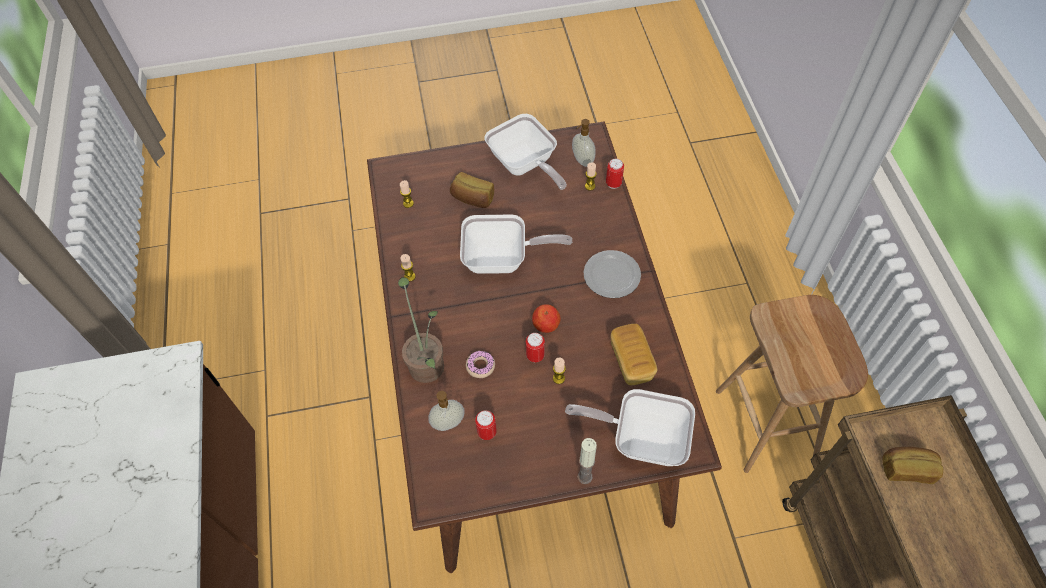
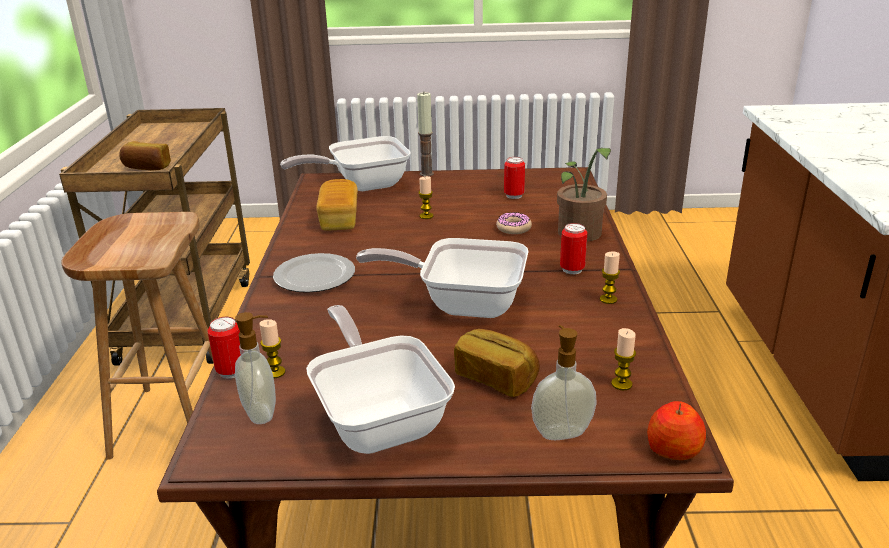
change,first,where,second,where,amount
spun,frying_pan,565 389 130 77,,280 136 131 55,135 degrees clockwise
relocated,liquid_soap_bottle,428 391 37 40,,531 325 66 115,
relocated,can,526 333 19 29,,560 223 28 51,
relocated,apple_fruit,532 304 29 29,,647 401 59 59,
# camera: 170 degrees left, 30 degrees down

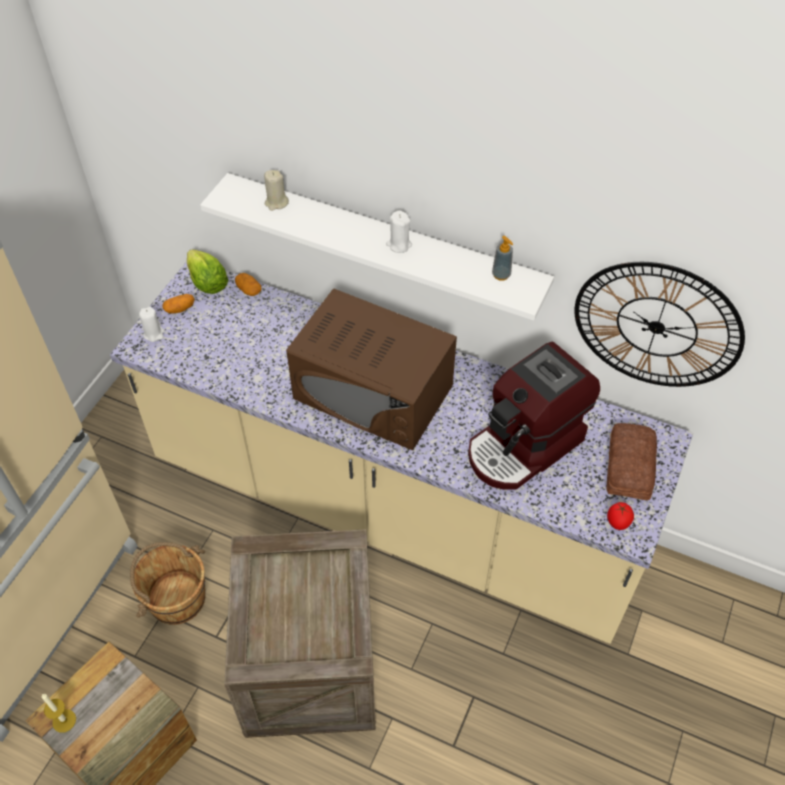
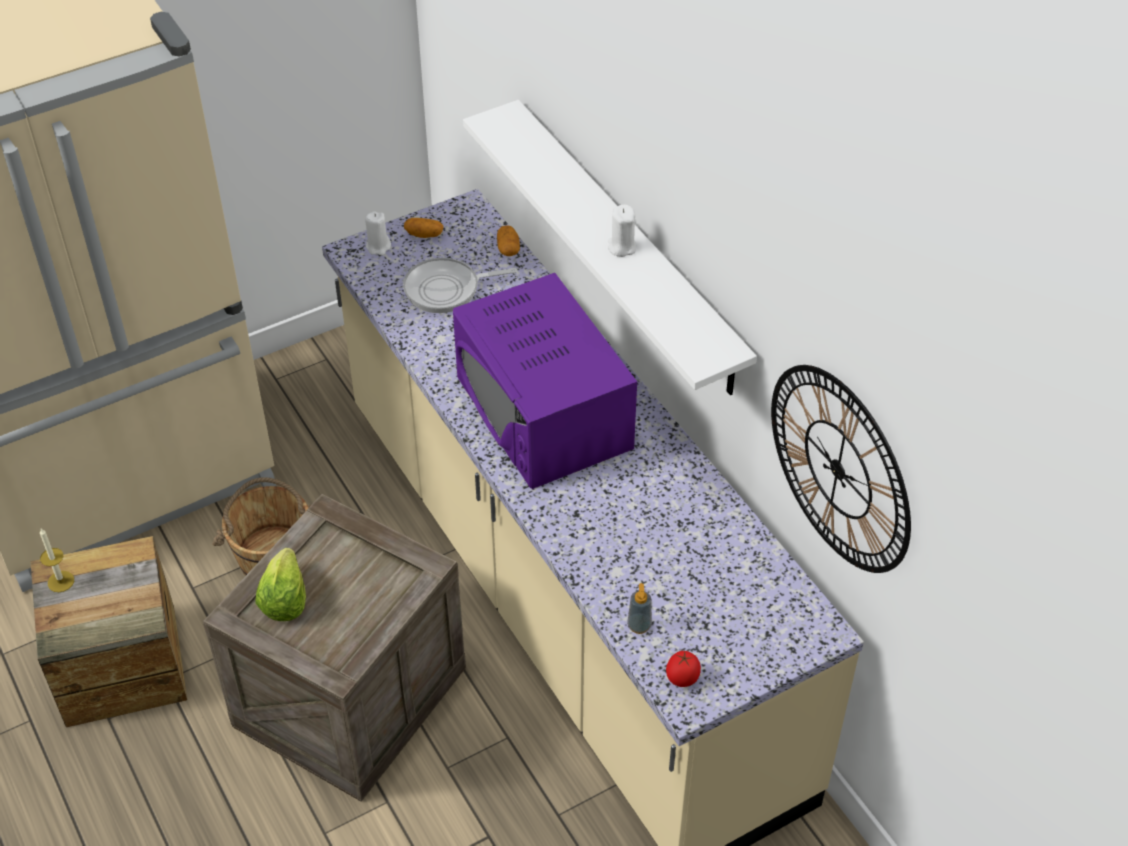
change,first,where,second,where,amount
relocated,lettuce_head,187 249 42 45,,255 548 51 73,
appeared,,,frying_pan,403 258 114 55,
colour,brownish_kitchen_microwave,286 288 171 162,purple_kitchen_microwave,453 273 184 216,
relocated,liquid_soap_bottle,492 236 21 45,,627 583 25 51,
missing,beige_wax_light,264 170 25 41,,,
missing,coffee_maker,468 341 132 149,,,
missing,bread,606 423 51 77,,,
# camera: 35 degrees right, 5 degrees down

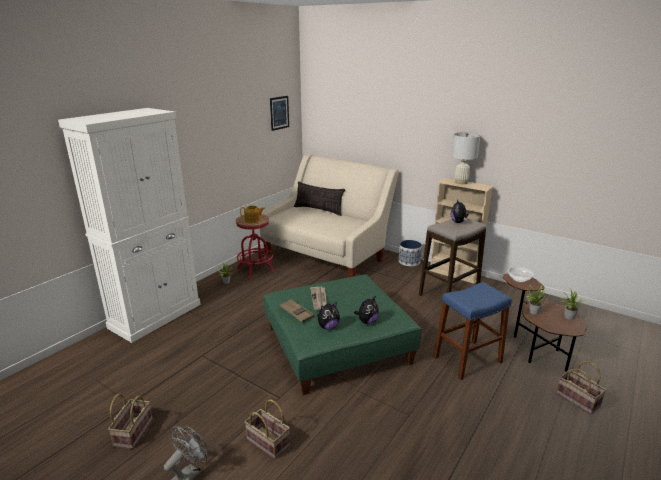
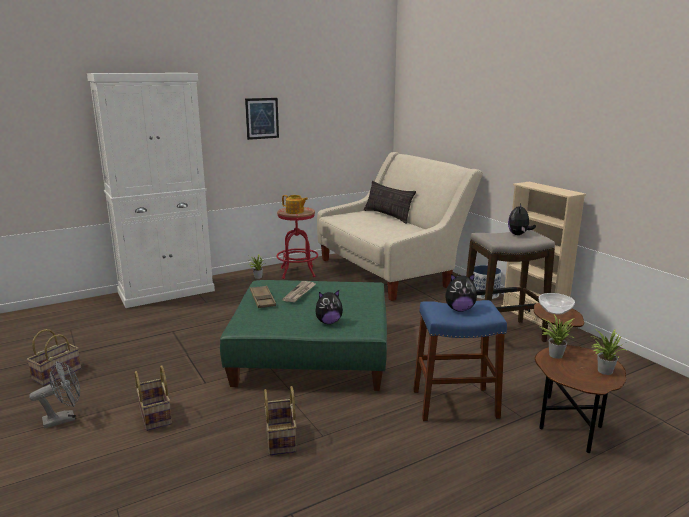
change,first,where,second,where,amount
relocated,picture,270 96 19 35,,245 98 34 42,
relocated,storage_basket,556 361 51 53,,264 386 32 69,
relocated,soft_toy,317 302 23 27,,445 274 32 38,
missing,whitish_tabletop_lamp,451 132 29 52,,,
# camera: 25 degrees right, 5 degrees down

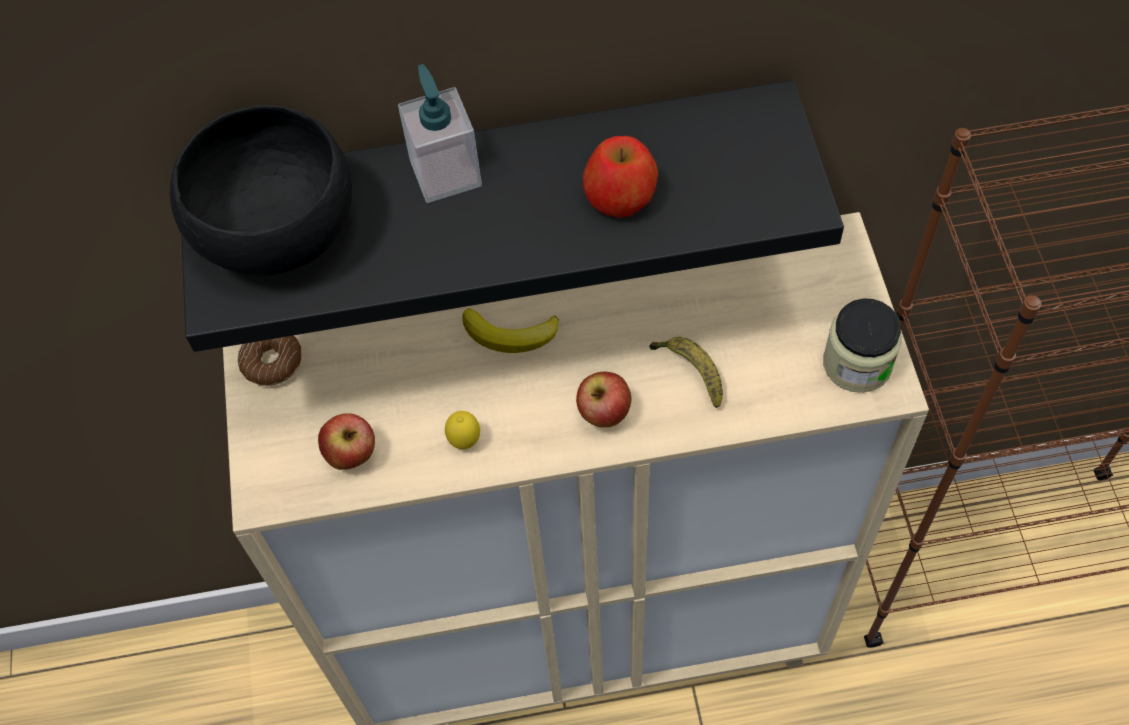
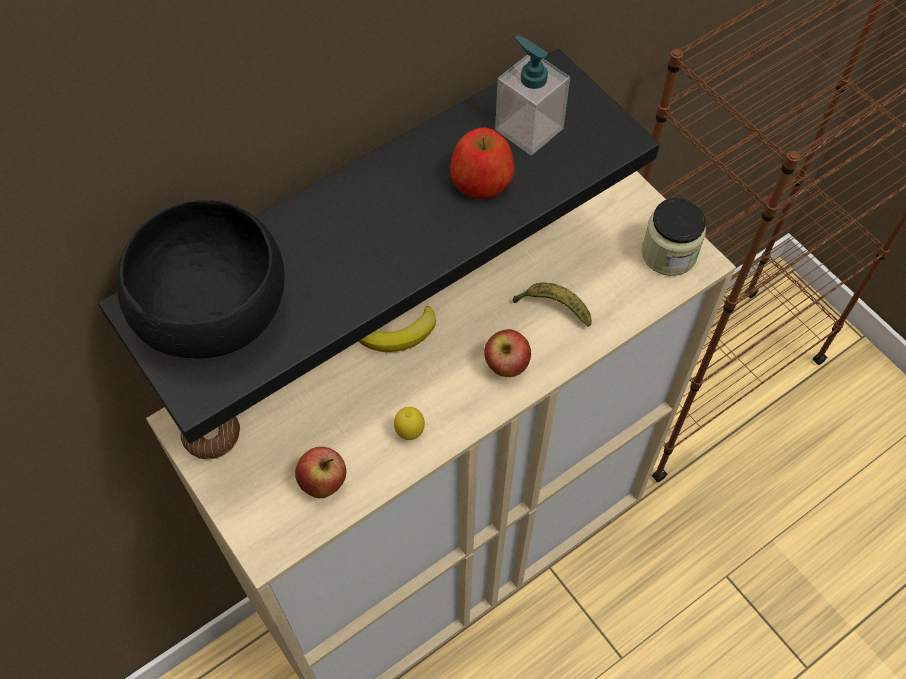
change,first,where,second,where,amount
relocated,liquid_soap_bottle,398 64 84 139,,495 35 75 120,
# camera: 30 degrees left, 0 degrees up

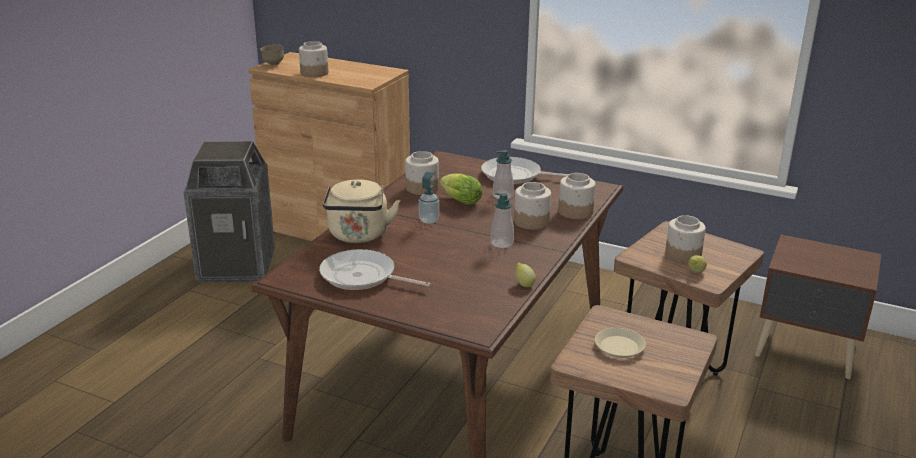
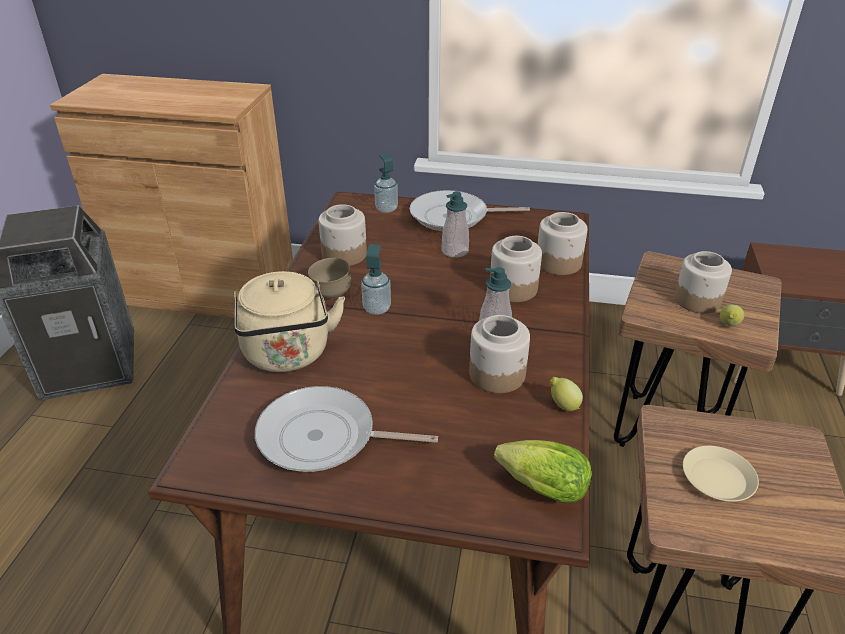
change,first,where,second,where,amount
relocated,brownish_serving_bowl,260 44 24 22,,308 258 43 41,
appeared,,,liquid_soap_bottle,374 152 24 61,
relocated,jar,299 41 29 36,,469 315 61 78,
relocated,lettuce_head,439 173 43 32,,494 440 98 63,
# camera: 15 degrees left, 10 degrees up

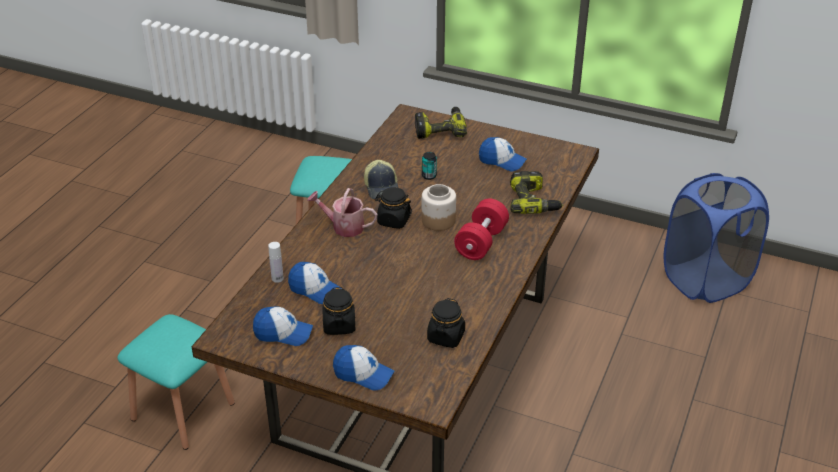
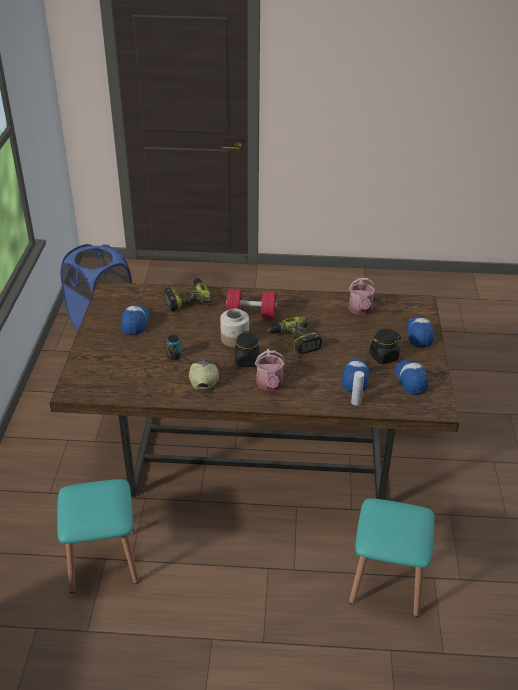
change,first,where,second,where,amount
spun,cap,364 160 34 39,,189 359 30 30,60 degrees counterclockwise
relocated,electric_drill,415 107 52 32,,268 316 54 38,
exchanged,blackish_jar,427 298 38 50,sprinkling_can,348 278 28 37,
# camera: 110 degrees left, 0 degrees up

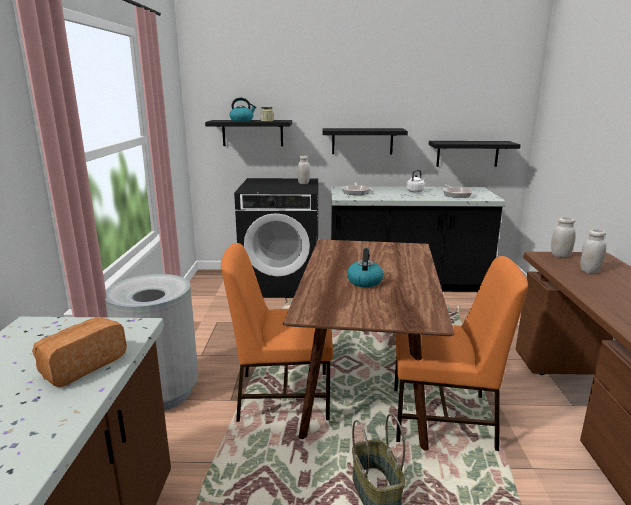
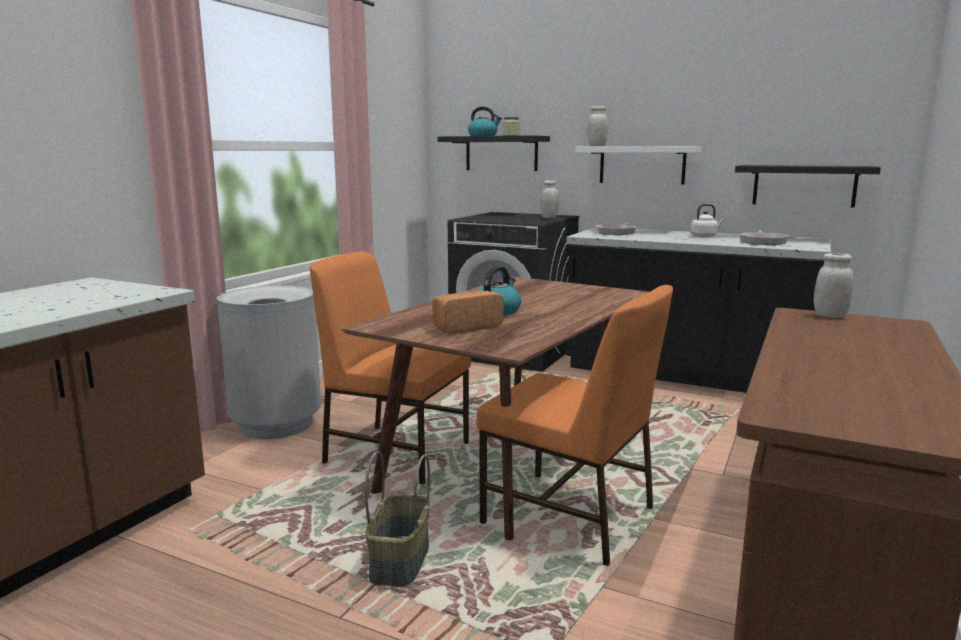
change,first,where,second,where,amount
relocated,bread,32 318 95 69,,431 291 73 43,
colour,blackish_wall_shelf,322 128 86 26,whitish_wall_shelf,575 146 127 39,
relocated,whitish_jar,580 229 26 44,,587 106 21 40,
# camera: 25 degrees right, 5 degrees down

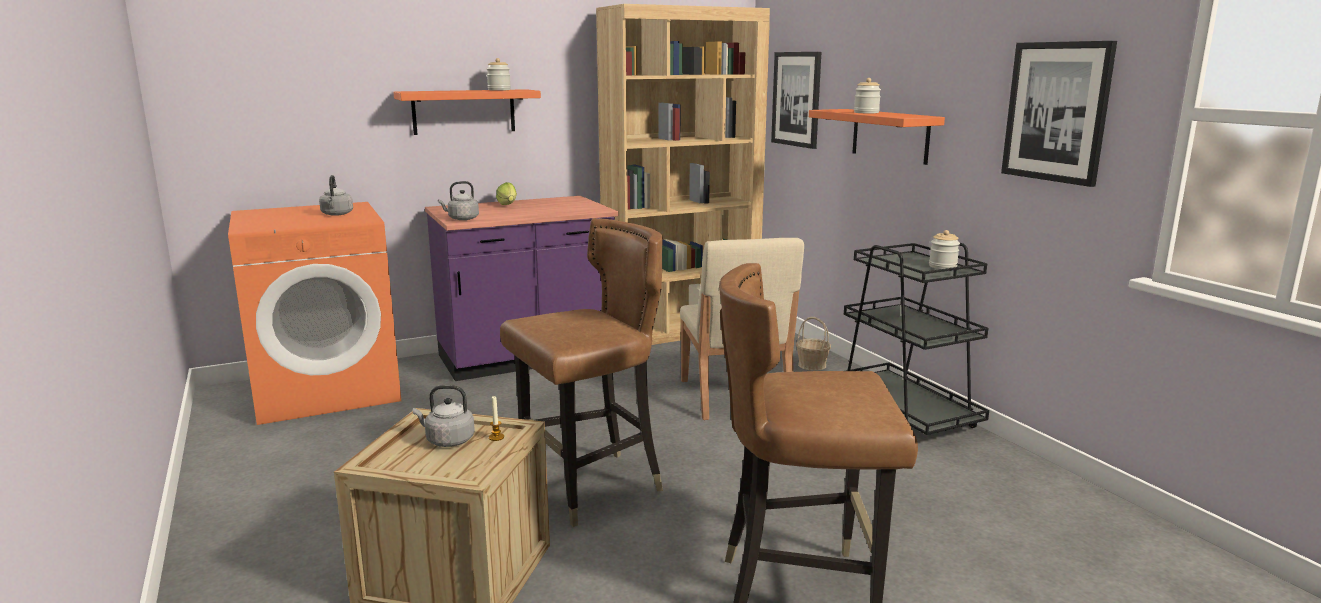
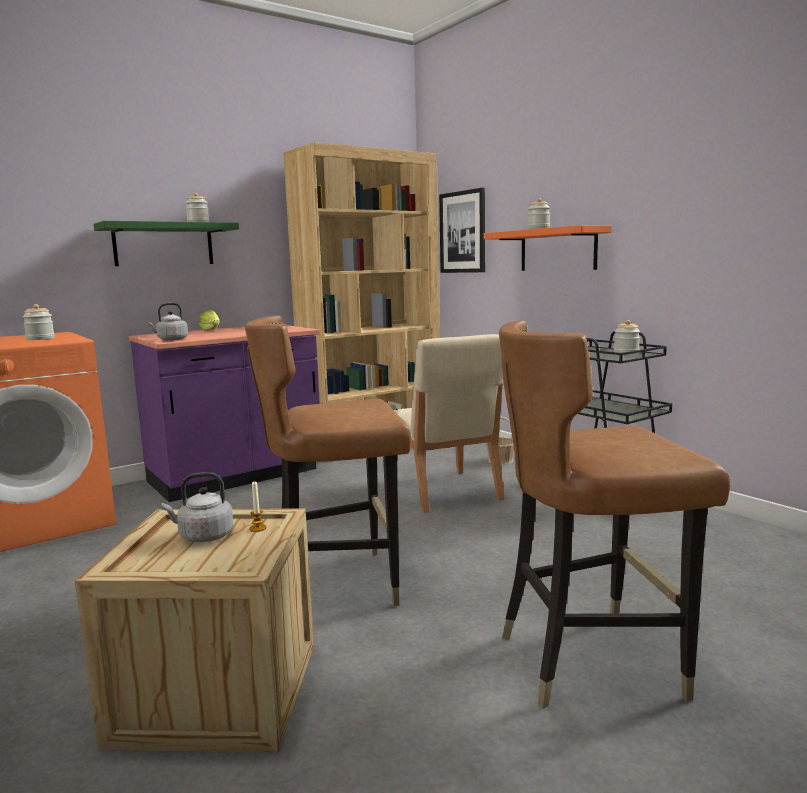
change,first,where,second,where,amount
exchanged,gray_tea_kettle,319 175 34 41,jar,23 304 31 36,
colour,orange-coloured_wall_shelf,394 89 147 46,greenish_wall_shelf,93 221 146 45,
spun,brownish_upright_chair,500 218 163 309,,245 315 166 291,150 degrees counterclockwise
missing,picture,1001 41 116 146,,,
# camera: 10 degrees left, 5 degrees down

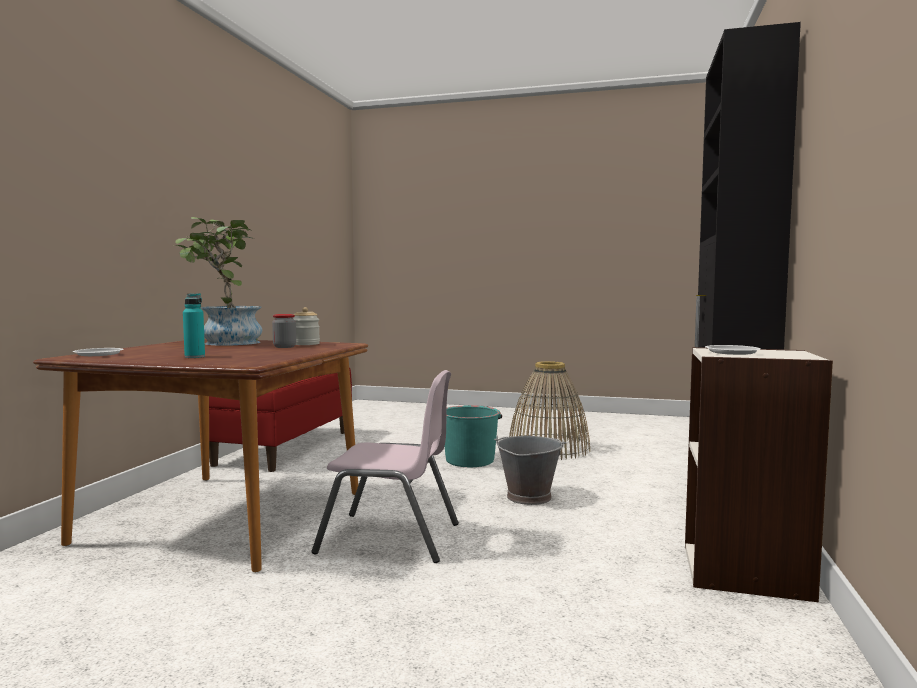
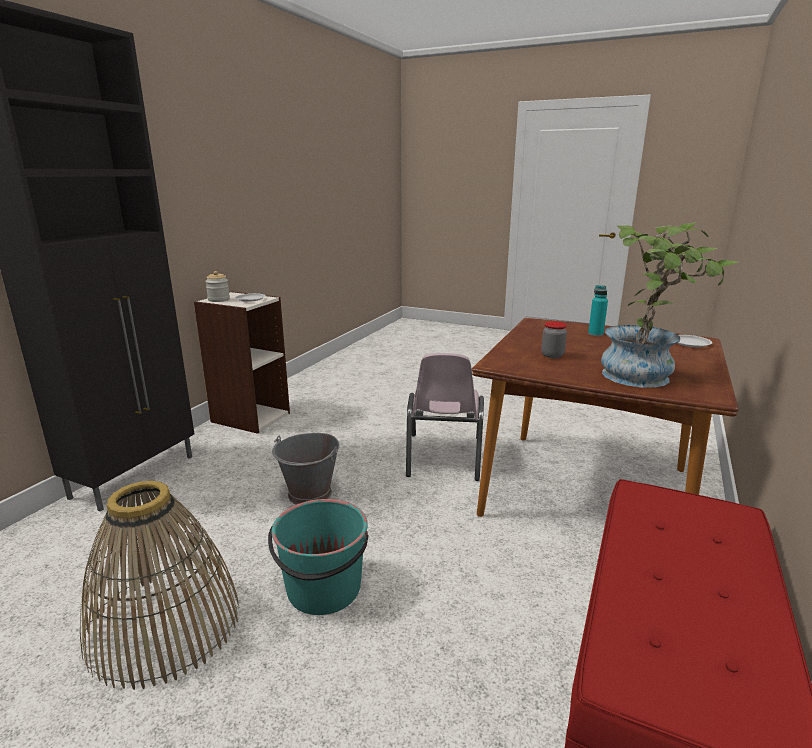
change,first,where,second,where,amount
relocated,jar,293 307 27 38,,205 271 25 31,
spun,pink_upright_chair,312 370 147 193,,406 353 78 128,105 degrees counterclockwise
# camera: 170 degrees left, 15 degrees up

